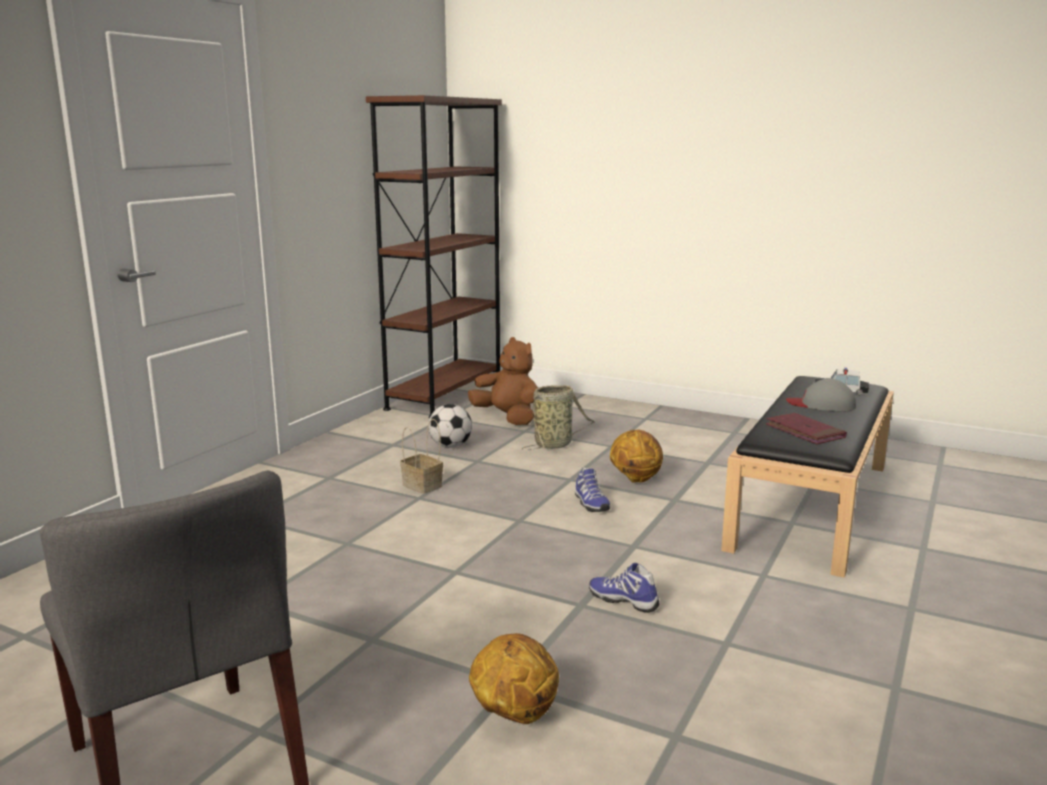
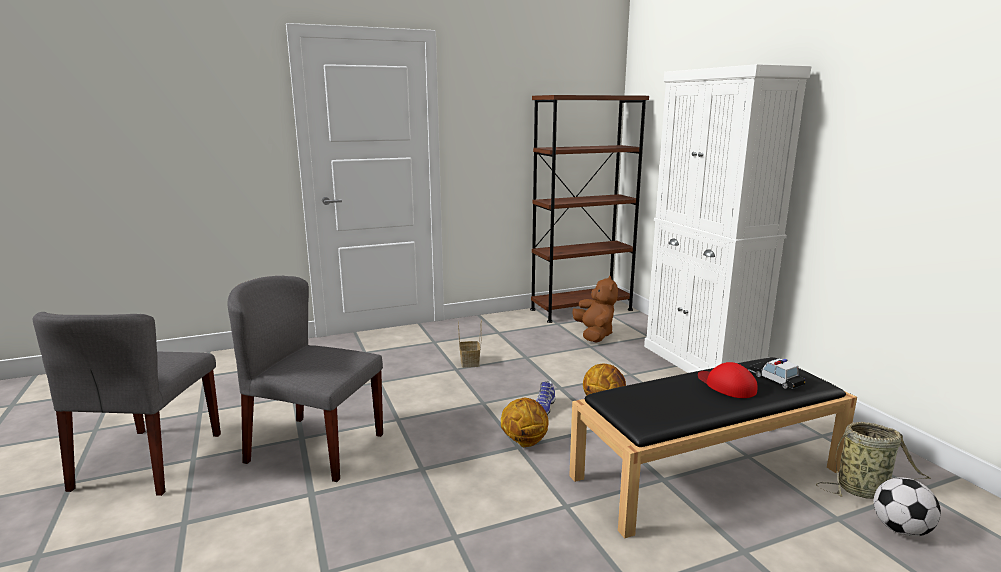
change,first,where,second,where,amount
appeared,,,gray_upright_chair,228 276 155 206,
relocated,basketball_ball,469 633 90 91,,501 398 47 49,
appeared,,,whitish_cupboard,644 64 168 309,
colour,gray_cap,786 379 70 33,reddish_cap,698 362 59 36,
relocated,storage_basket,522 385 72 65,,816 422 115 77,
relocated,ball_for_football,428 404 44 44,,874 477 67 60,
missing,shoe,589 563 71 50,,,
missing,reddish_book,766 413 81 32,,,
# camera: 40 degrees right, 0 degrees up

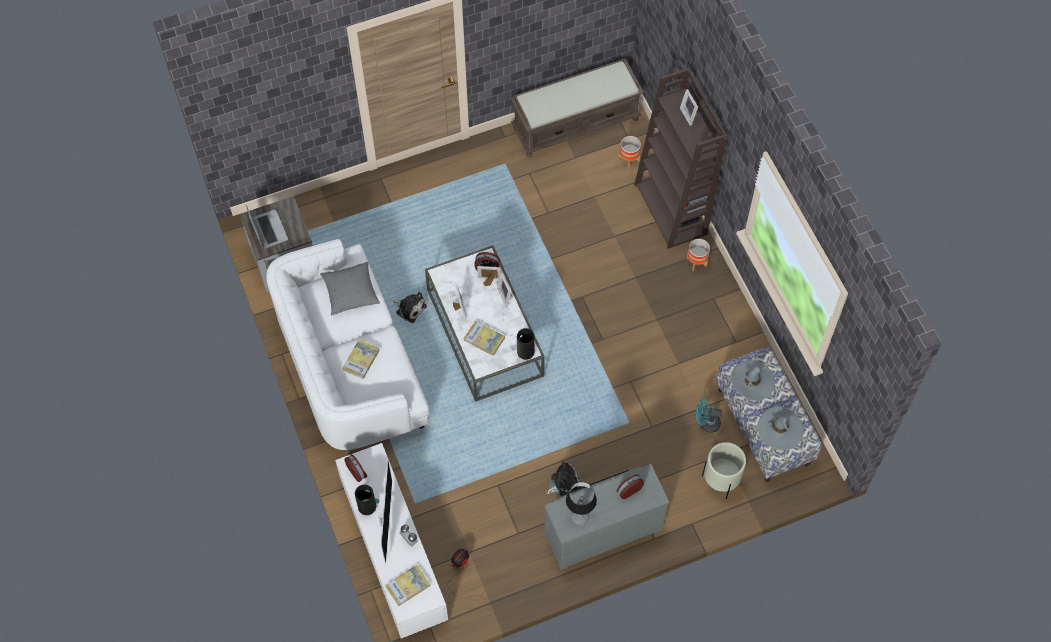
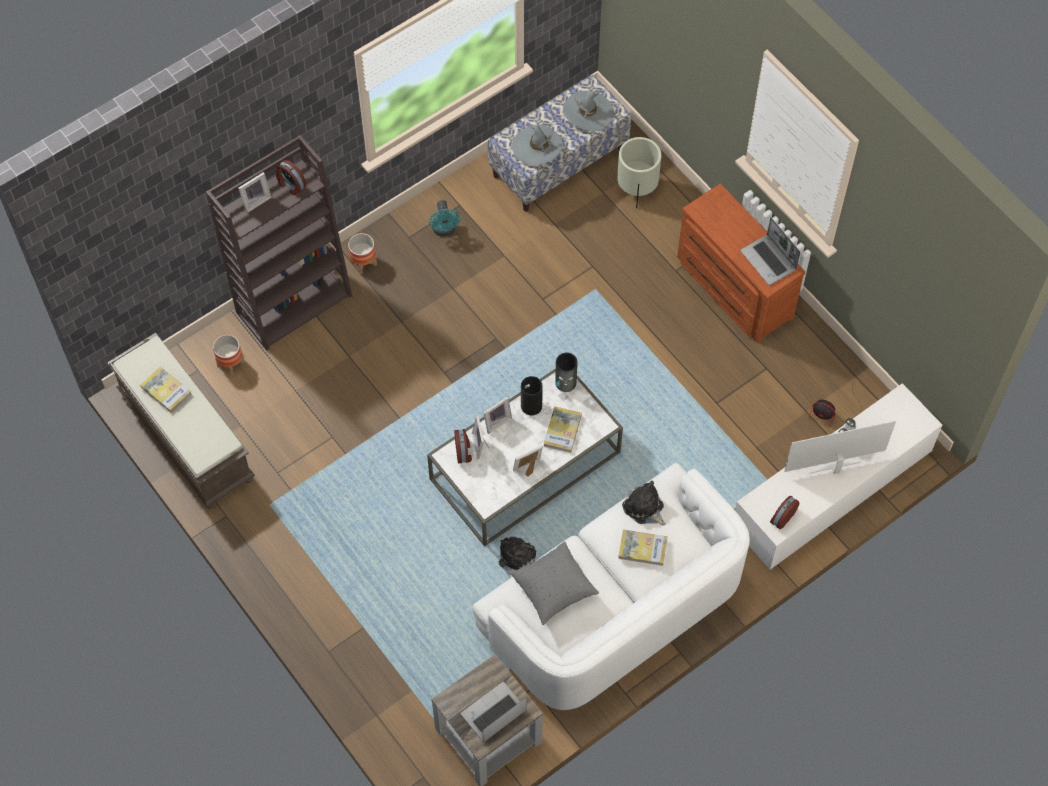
change,first,where,second,where,amount
relocated,book,385 565 45 41,,140 367 51 46,
relocated,alarm_clock,616 474 28 25,,276 160 30 35,
relocated,turquoise-coloured_cooling_fan,696 398 26 35,,429 200 32 37,
relocated,decorative_vase,355 485 25 30,,521 376 22 39,
relocated,soft_toy,546 461 36 35,,622 481 44 45,
colour,gray_drawer_chest,544 464 125 106,brownish_drawer_chest,677 184 128 159,
exchanged,tabletop_lamp,566 482 31 43,notebook_computer,740 218 60 67,
# camera: 105 degrees left, 0 degrees up

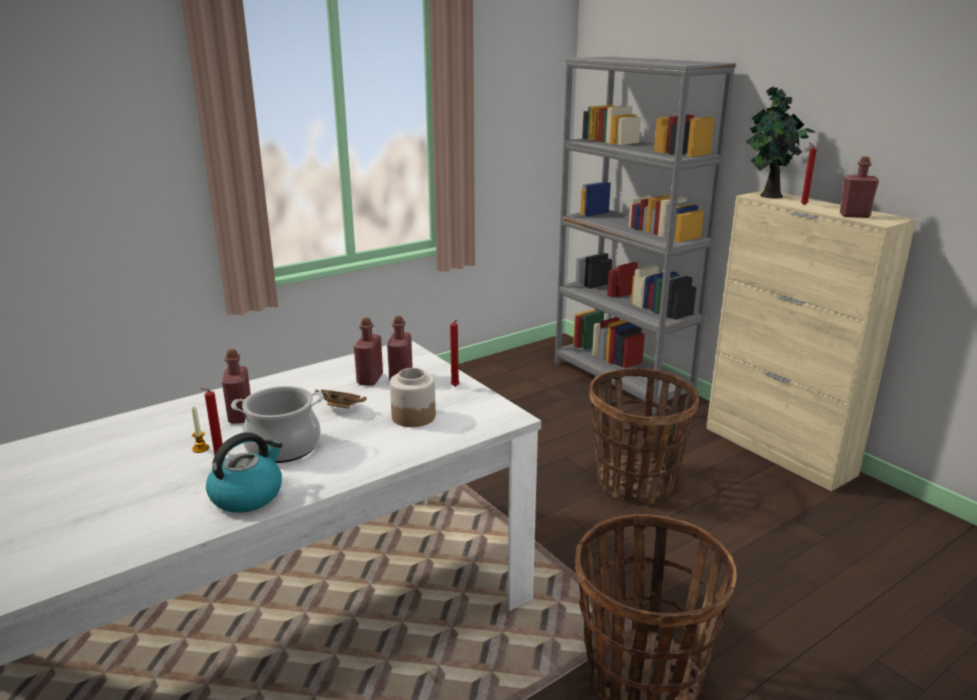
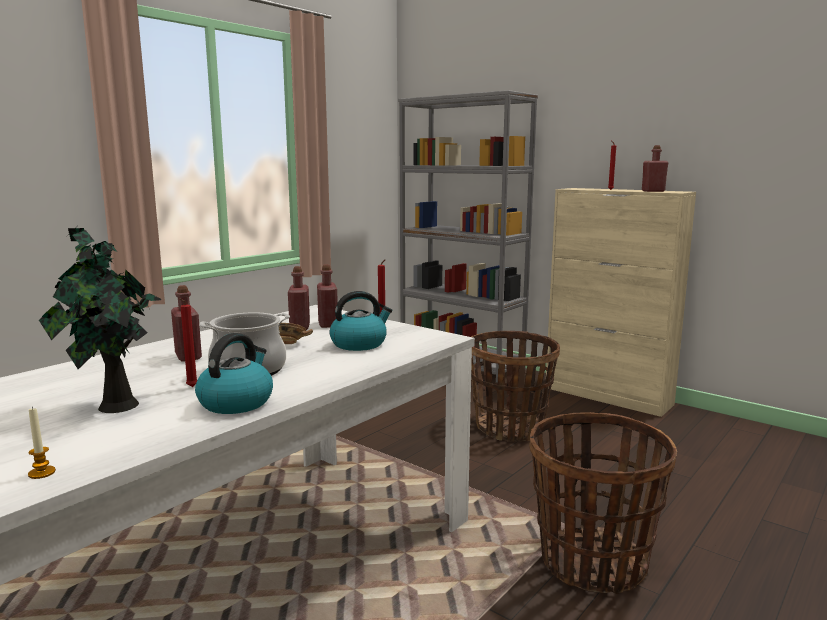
change,first,where,second,where,amount
relocated,wax_light,192 406 17 47,,28 407 28 72,
relocated,potted_plant,746 86 69 113,,39 228 122 185,
exchanged,jar,390 368 46 59,tea_kettle,329 291 63 60,
# camera: 15 degrees left, 10 degrees down

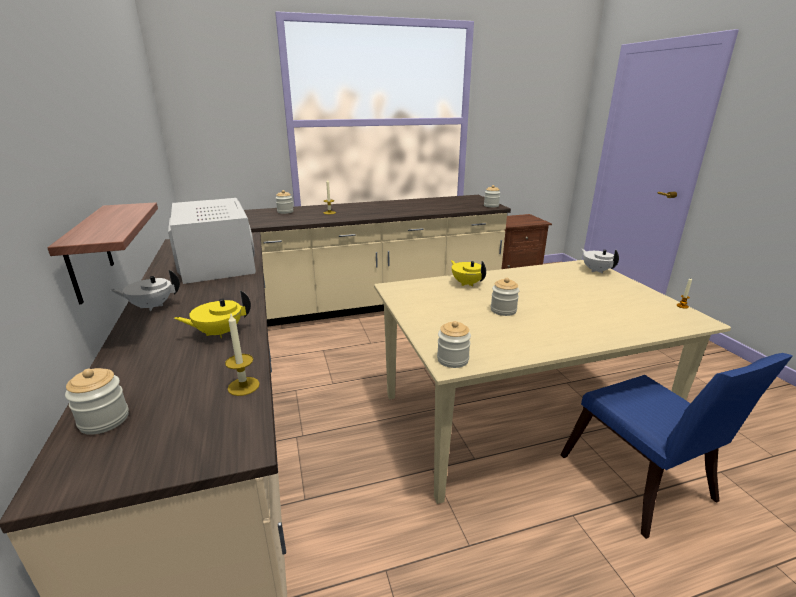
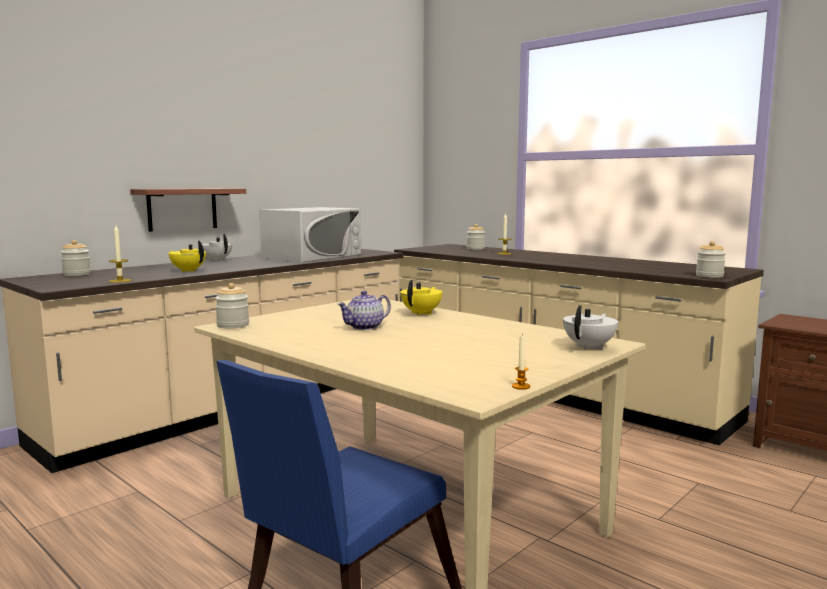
change,first,where,second,where,amount
exchanged,jar,491 278 29 38,pot_for_tea,337 291 54 39,
# camera: 60 degrees right, 15 degrees down

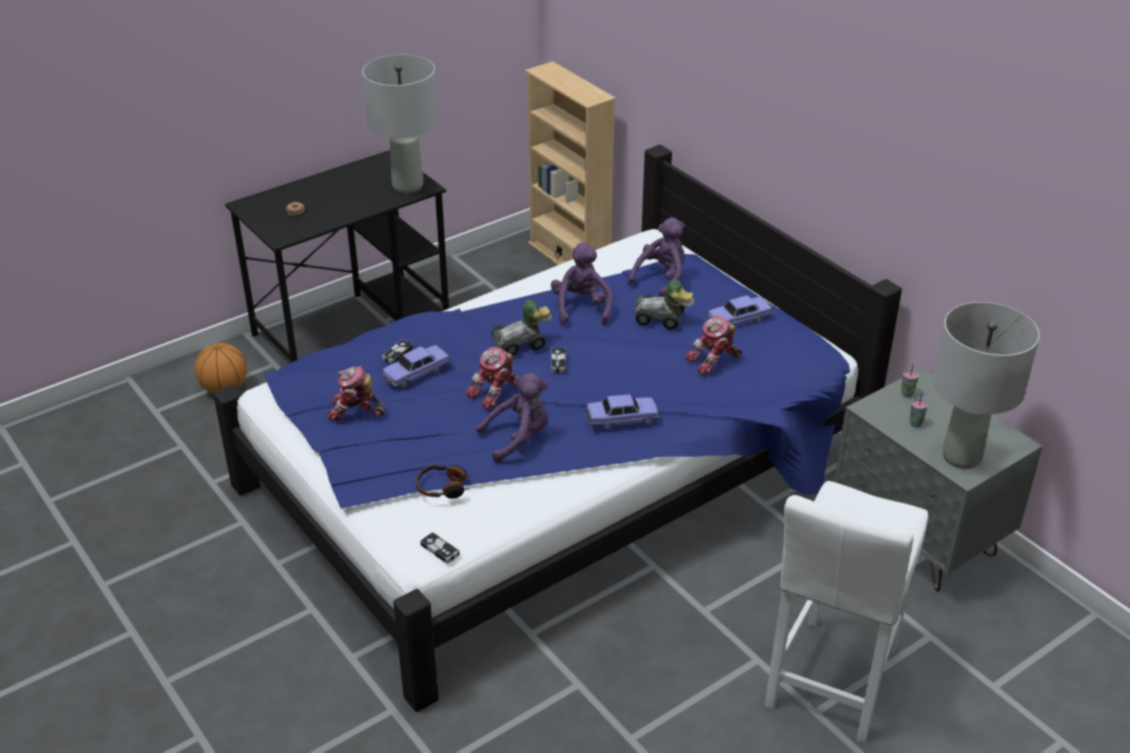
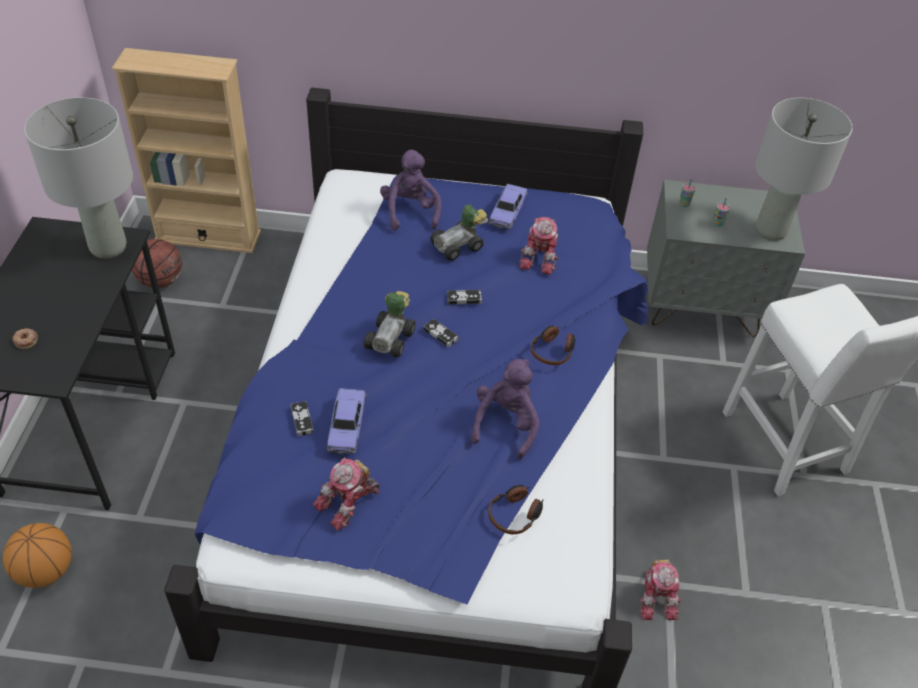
change,first,where,second,where,amount
appeared,,,basketball_ball,132 239 50 49,
relocated,joypad,420 532 40 32,,447 290 35 14,
exchanged,miniature_car,585 395 74 34,pair_of_headphones,531 325 44 40,
relocated,model_robot,465 346 55 63,,639 559 43 61,
missing,purple_soft_toy,551 243 62 82,,,
# camera: 50 degrees left, 10 degrees up

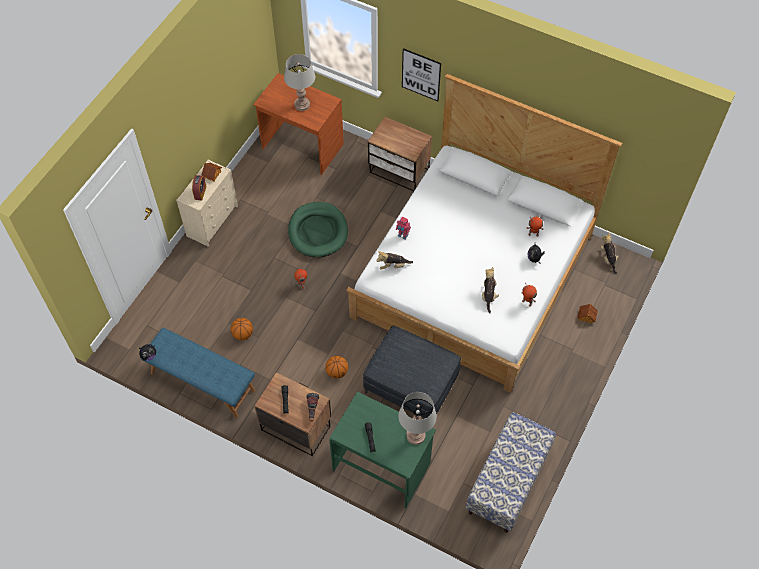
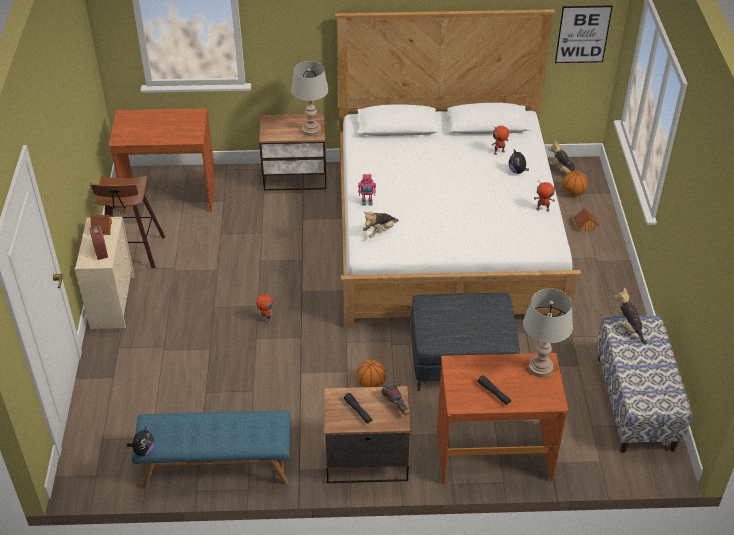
change,first,where,second,where,amount
appeared,,,stool_seat,91 176 74 92,
relocated,gray_tabletop_lamp,284 54 31 57,,291 61 38 75,
colour,greenish_desk_unit,329 392 107 116,brownish_desk_unit,437 353 131 131,
relocated,picture,402 48 39 53,,555 5 58 58,
relocated,basketball_ball,231 318 22 22,,562 171 26 25,
relocated,soft_toy,482 267 17 46,,614 288 33 56,
missing,greenish_pet_bed,288 202 60 55,,,
# camera: 30 degrees left, 15 degrees down

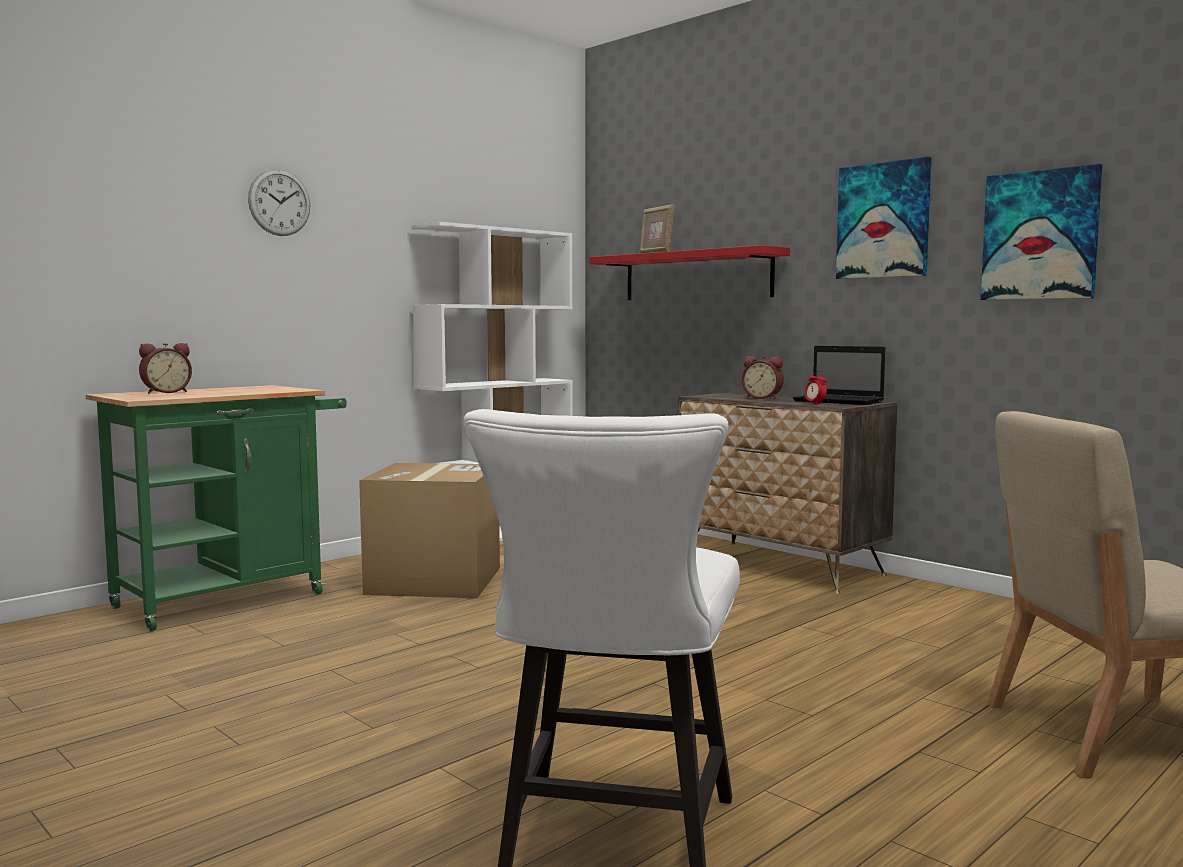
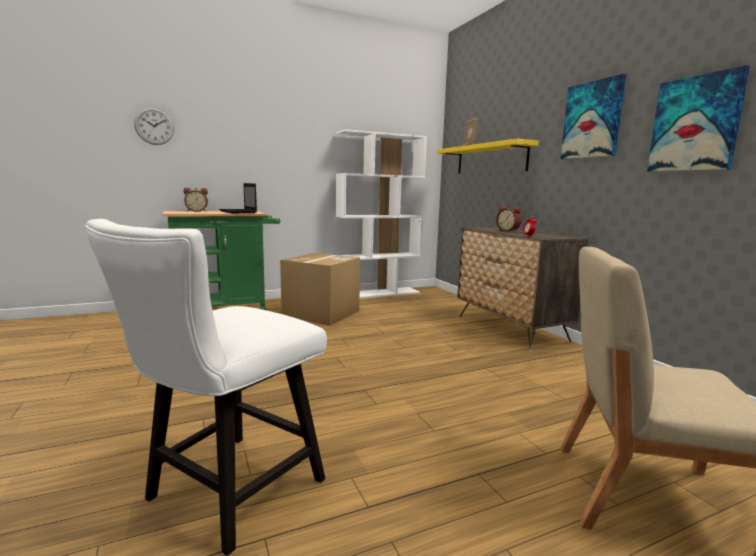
change,first,where,second,where,amount
relocated,hanging_clock,248 169 62 67,,134 108 40 37,
relocated,notebook_computer,793 346 92 59,,219 183 38 31,
colour,reddish_wall_shelf,589 245 201 55,yellow_wall_shelf,437 139 101 35,
# camera: 20 degrees right, 5 degrees up

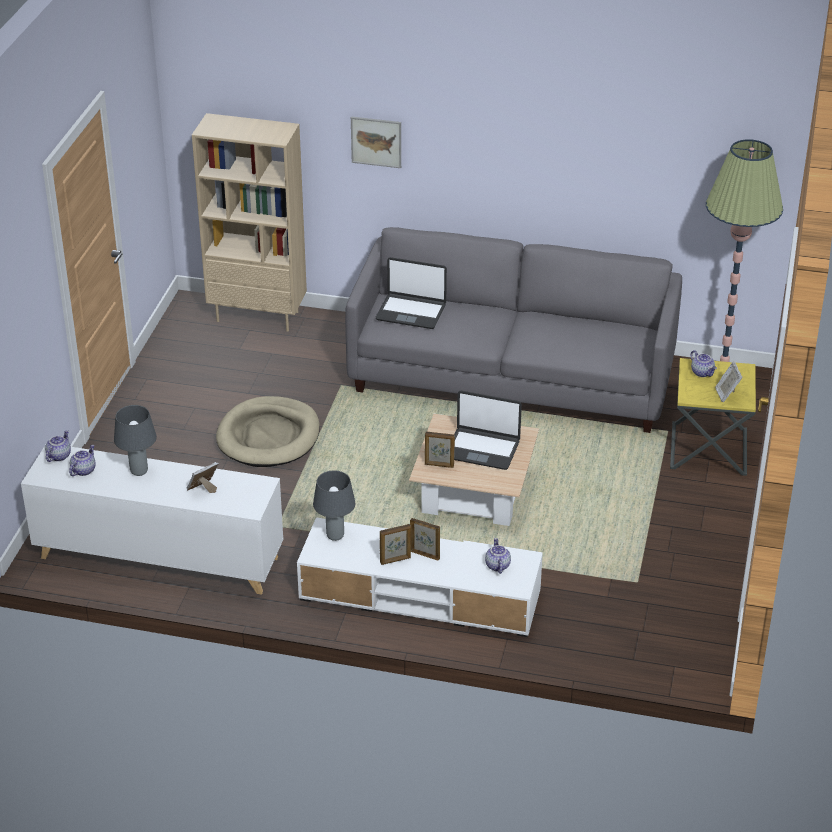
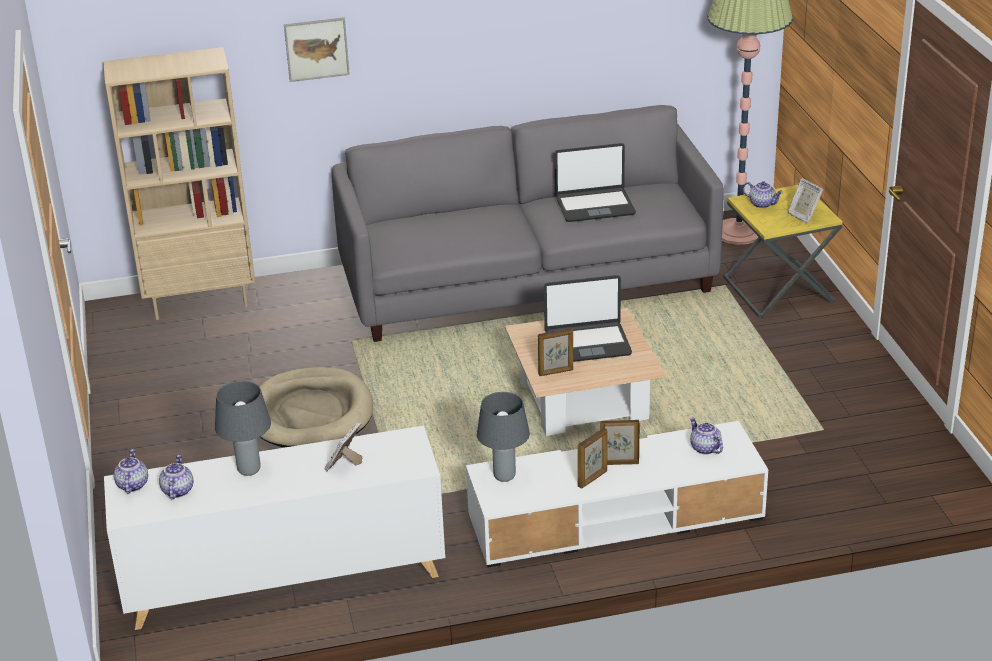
change,first,where,second,where,amount
relocated,notebook_computer,376 257 71 72,,555 143 81 79,
# camera: 25 degrees left, 5 degrees down

